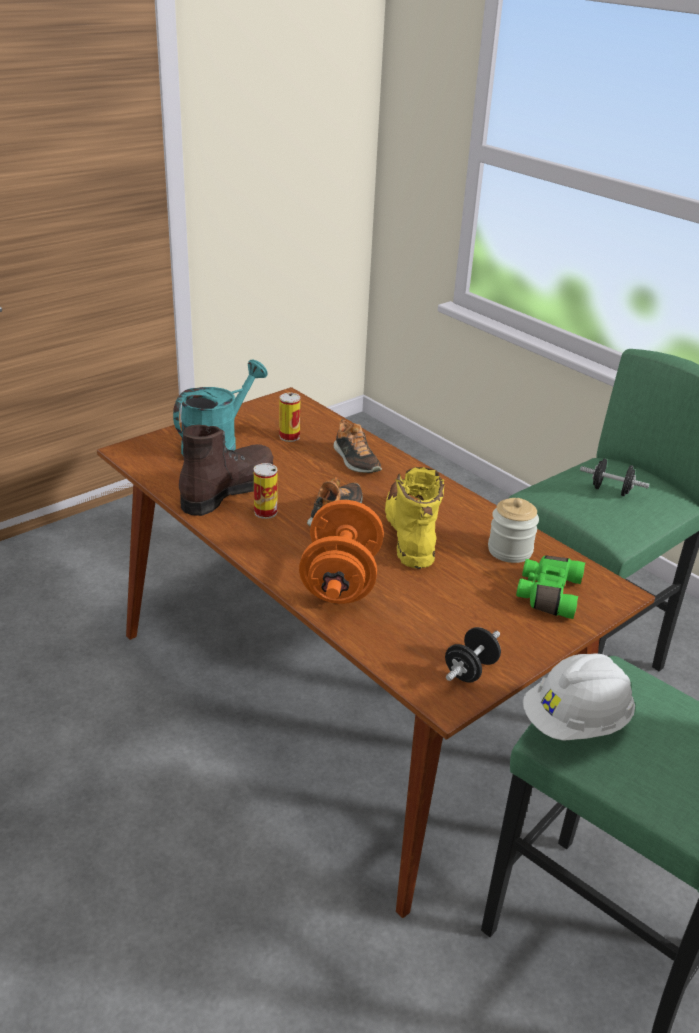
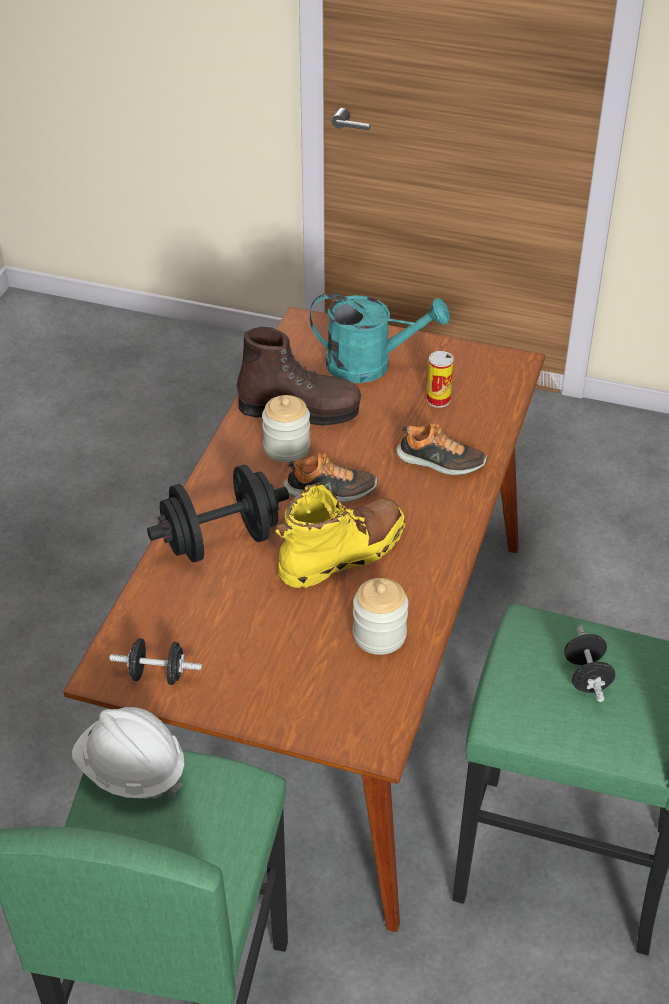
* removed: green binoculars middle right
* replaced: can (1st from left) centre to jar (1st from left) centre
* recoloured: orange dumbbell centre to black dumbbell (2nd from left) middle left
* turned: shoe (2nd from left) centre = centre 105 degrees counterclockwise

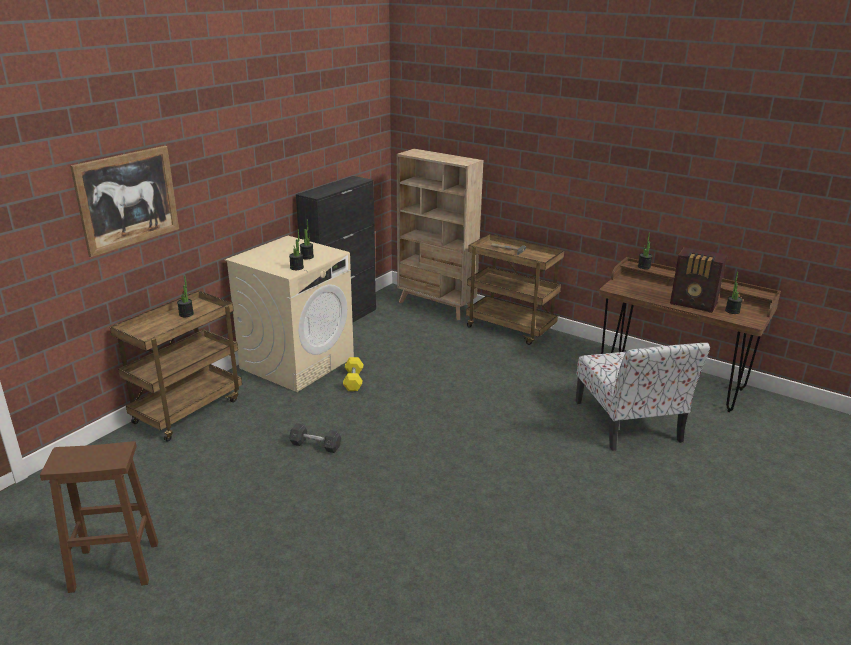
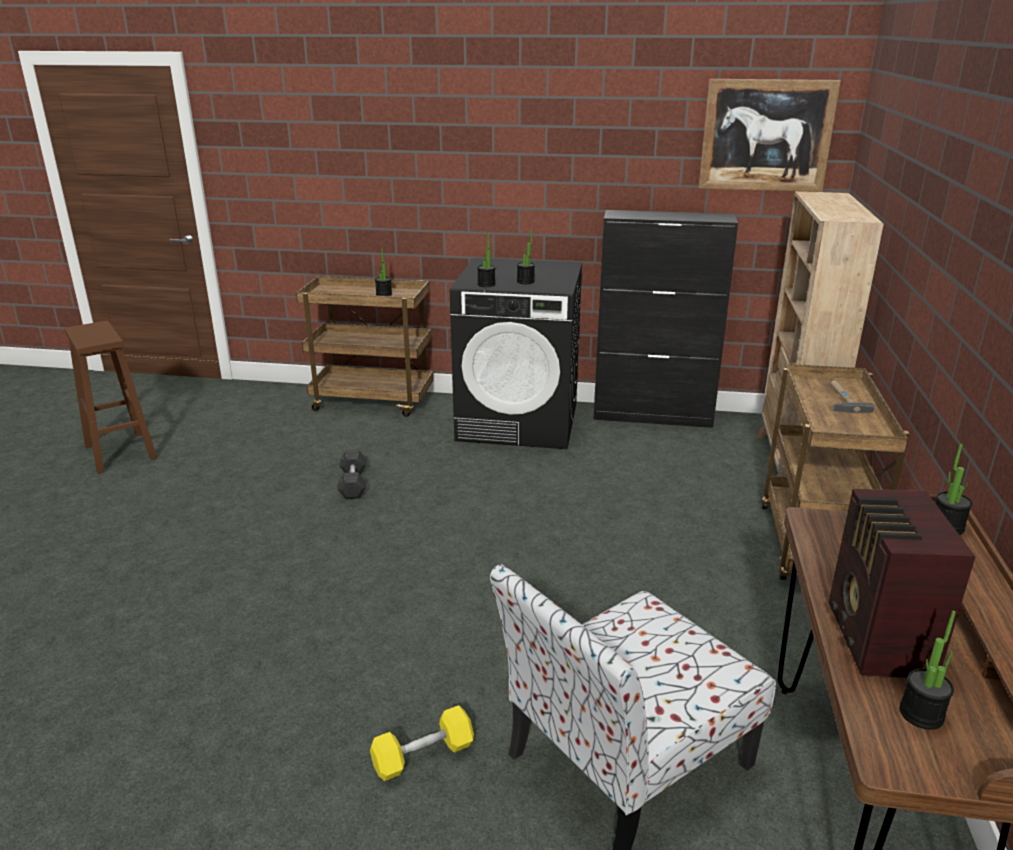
* moved: picture top left to top right
* moved: yellow dumbbell centre to bottom centre
* recoloured: beige washing machine centre to black washing machine centre

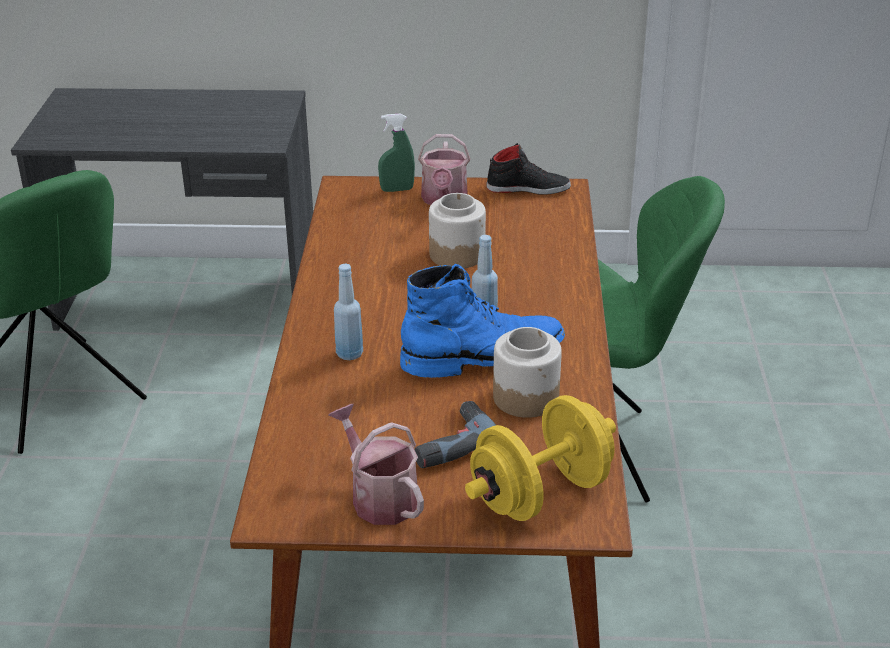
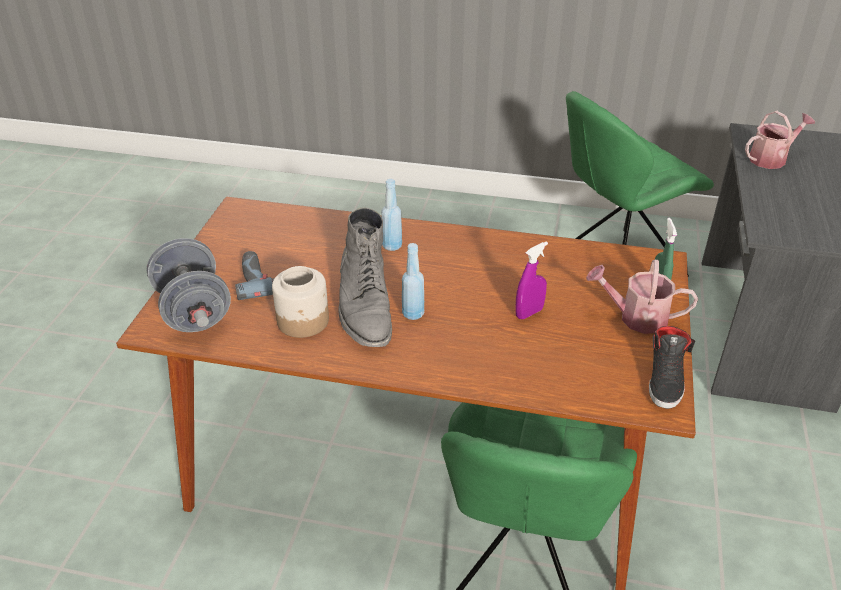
* moved: watering can (1st from left in the first image) bottom centre to watering can (2nd from left) top right
* replaced: jar (1st from left) centre to purple spray bottle centre
* recoloured: blue boot centre to grey boot centre
* recoloured: yellow dumbbell bottom centre to grey dumbbell middle left

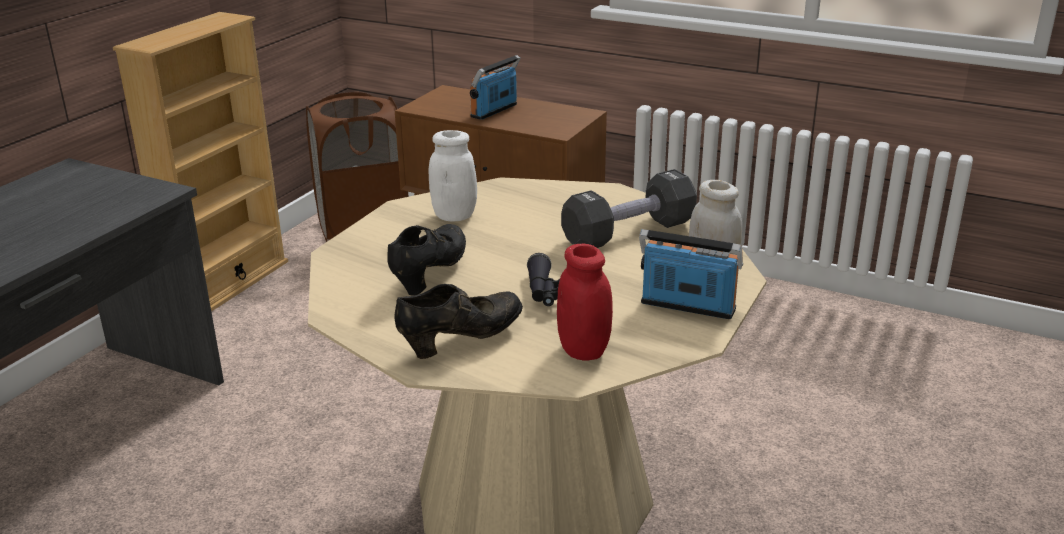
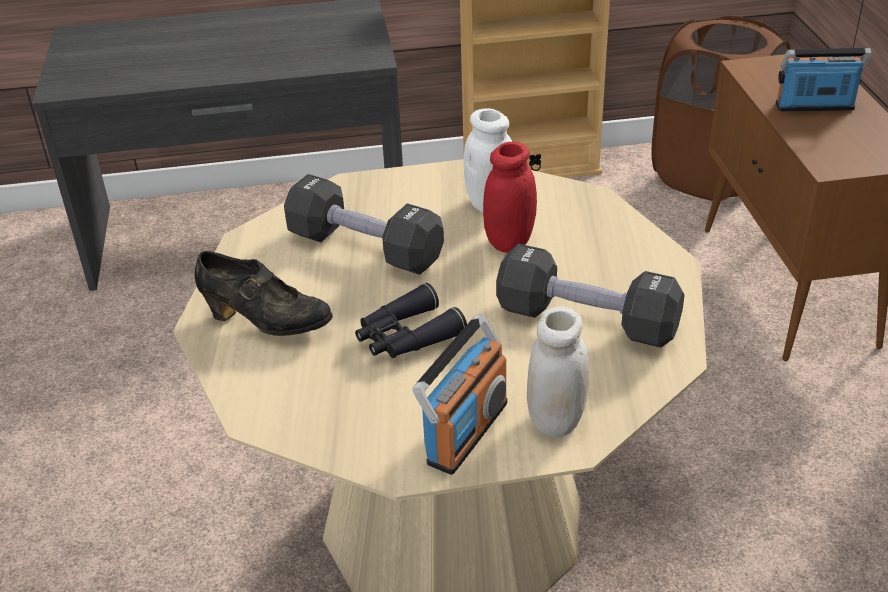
* moved: red jar centre to top centre
* replaced: black shoe (1st from left) centre to black dumbbell (1st from left) centre
* turned: radio (2nd from left in the first image) centre = centre 45 degrees clockwise

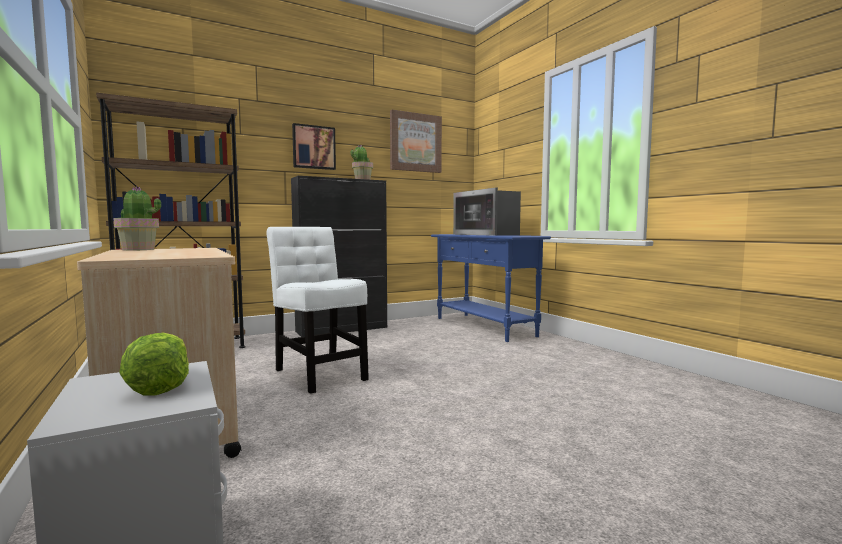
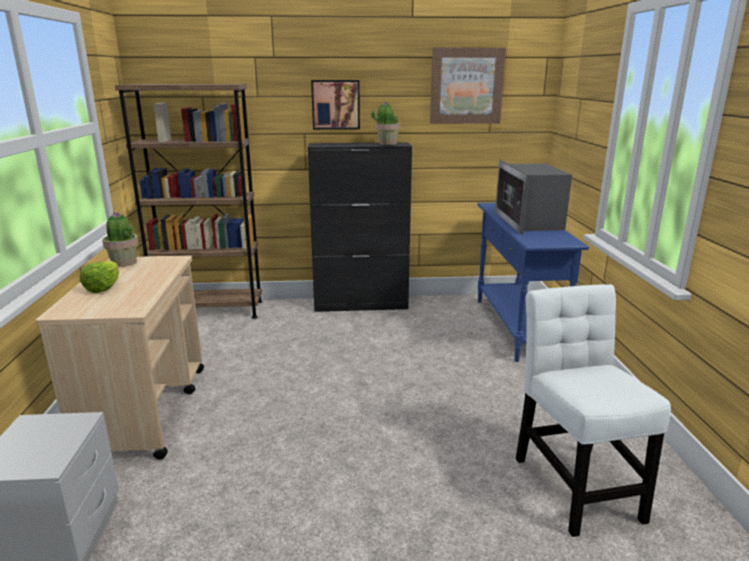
* moved: lettuce bottom left to middle left
* moved: white chair centre to bottom right

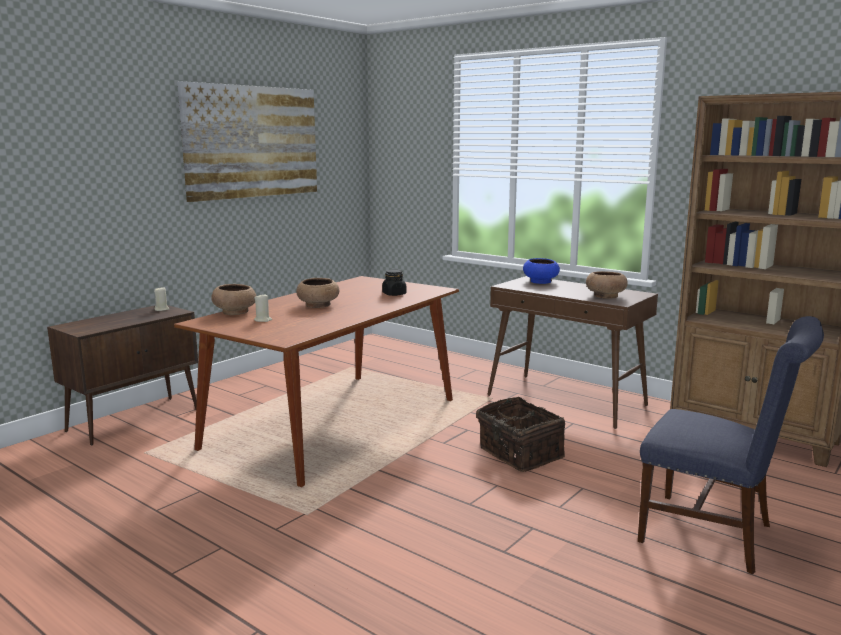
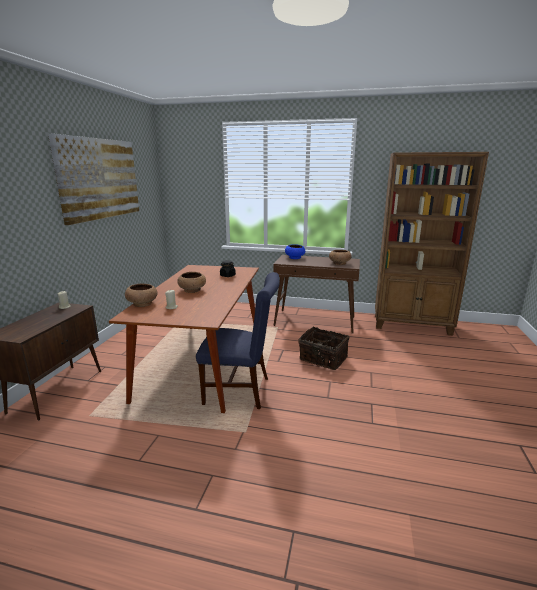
* moved: blue chair bottom right to centre

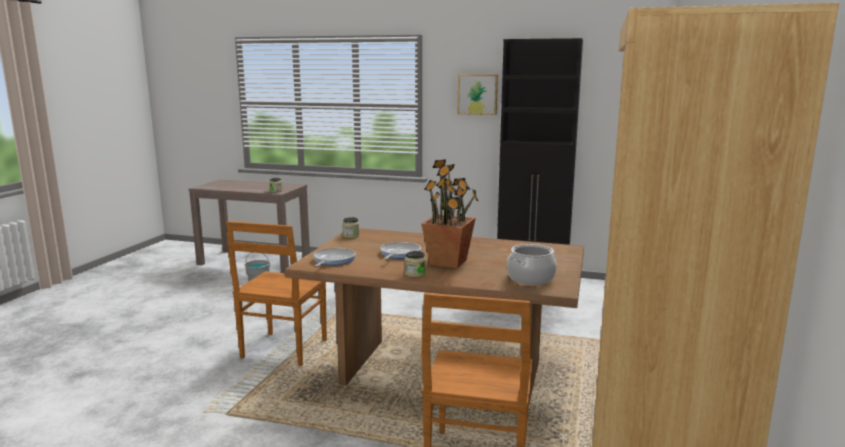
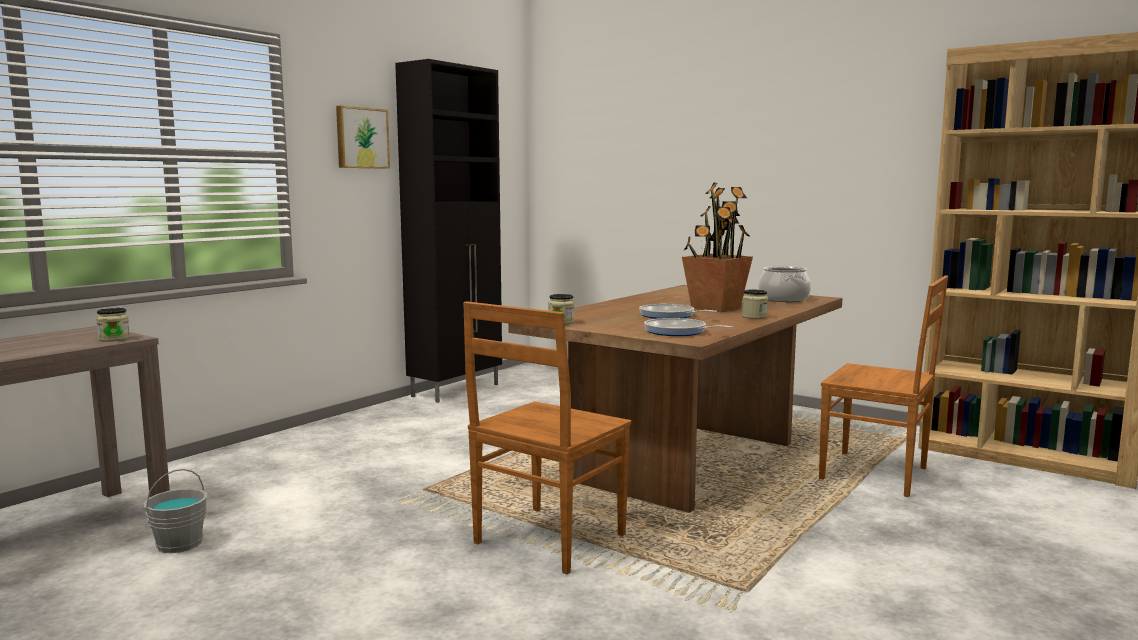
* turned: brown chair (1st from left) middle left = bottom centre 90 degrees clockwise

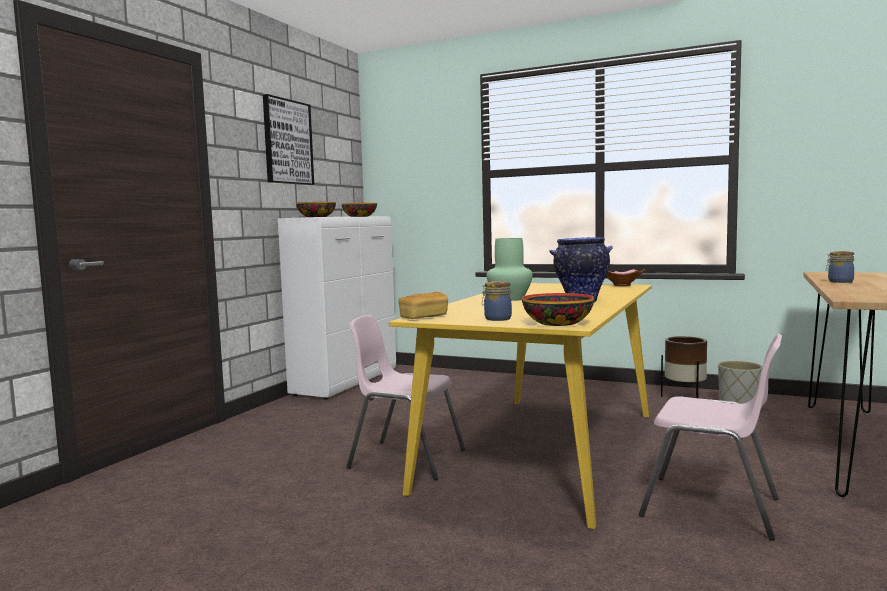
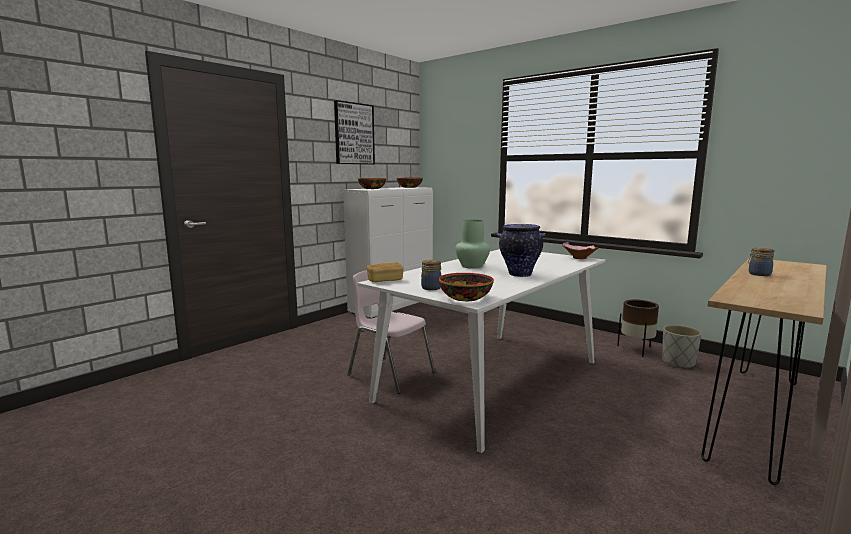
* removed: pink chair (2nd from left) bottom right
* recoloured: yellow dining table bottom centre to white dining table centre

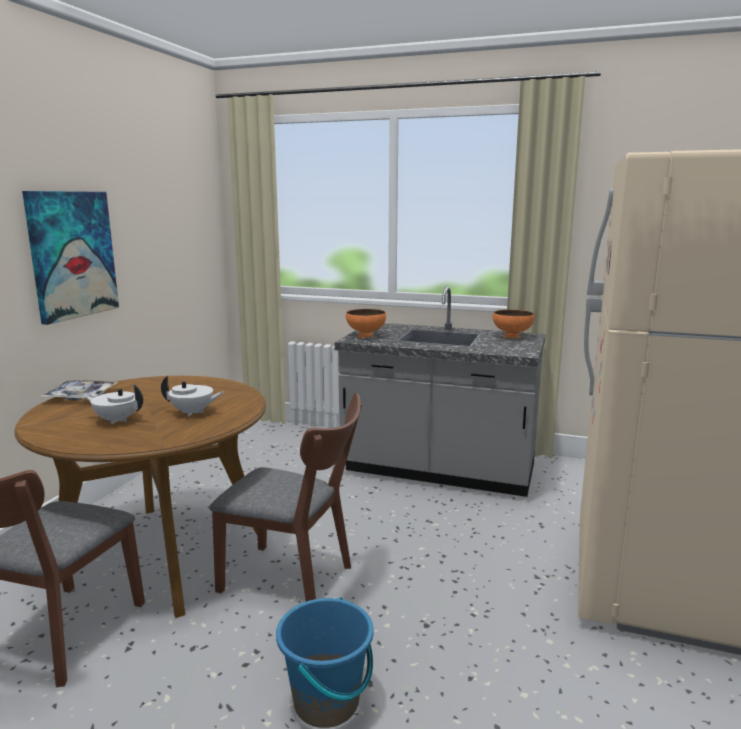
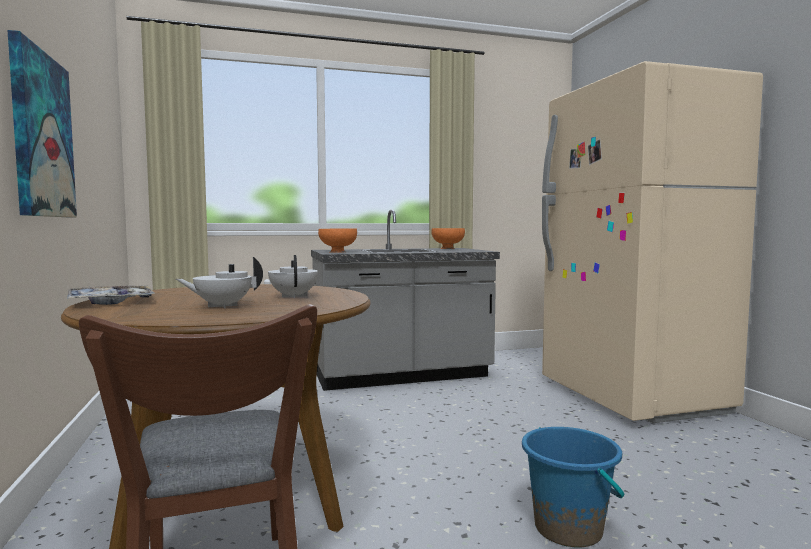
* removed: brown chair (2nd from left) bottom centre
* turned: white teapot (2nd from left) middle left = centre 75 degrees counterclockwise

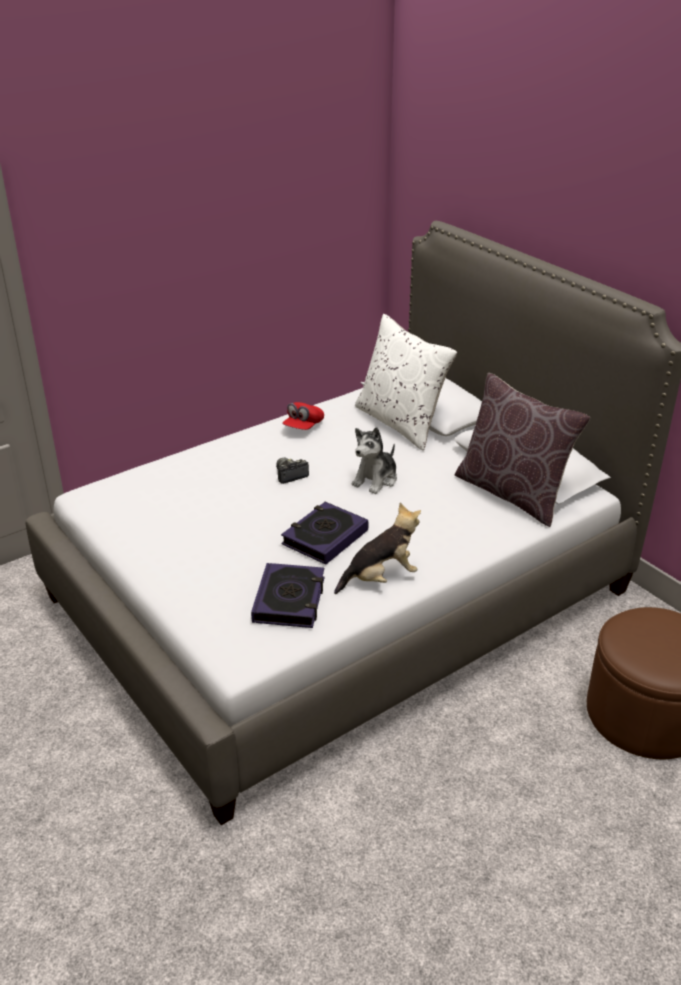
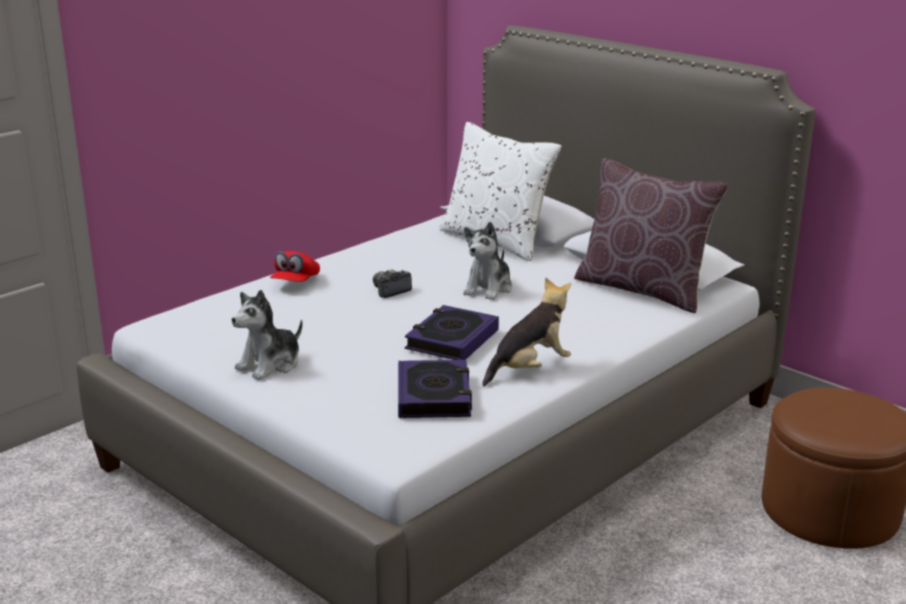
* added: plush toy (1st from left) middle left
* moved: red cap centre to middle left

